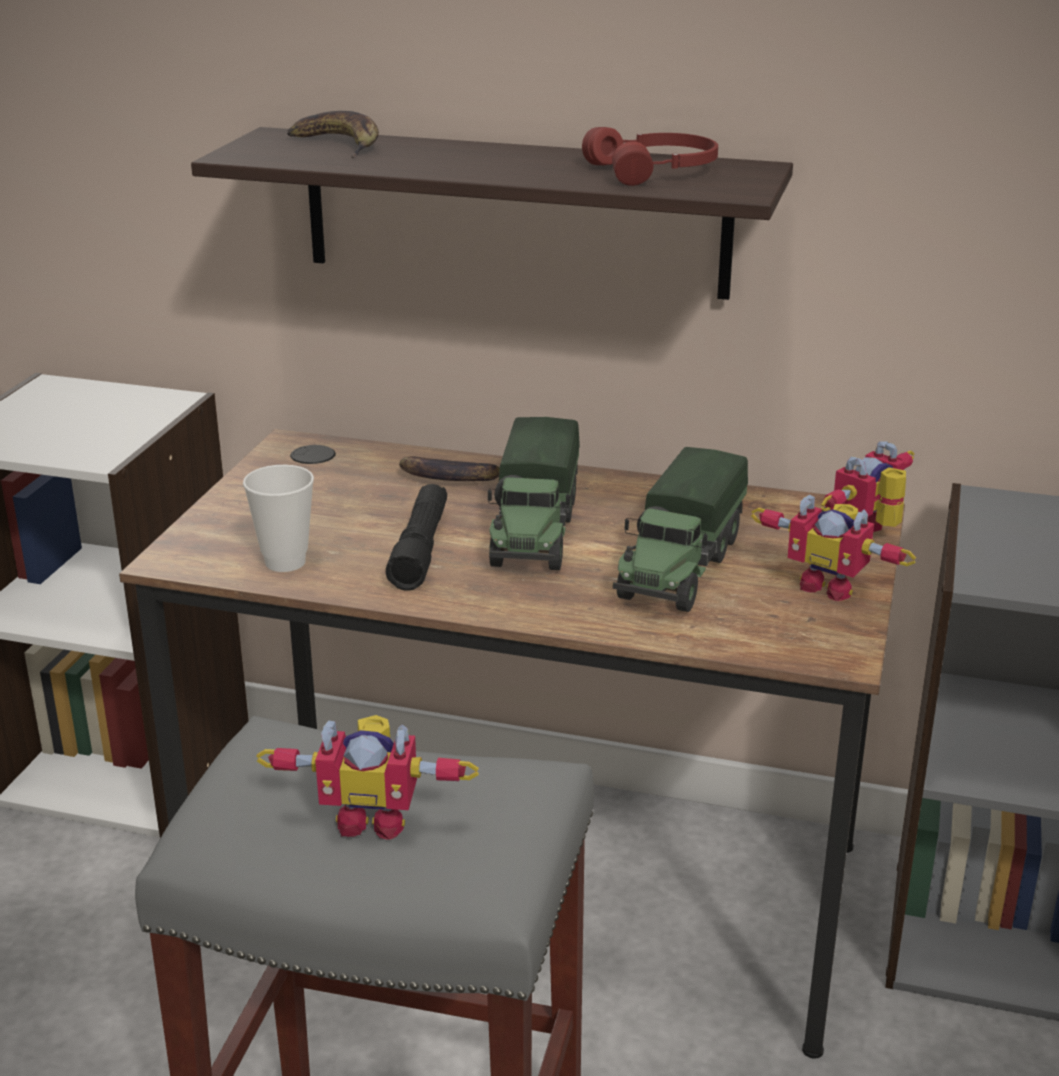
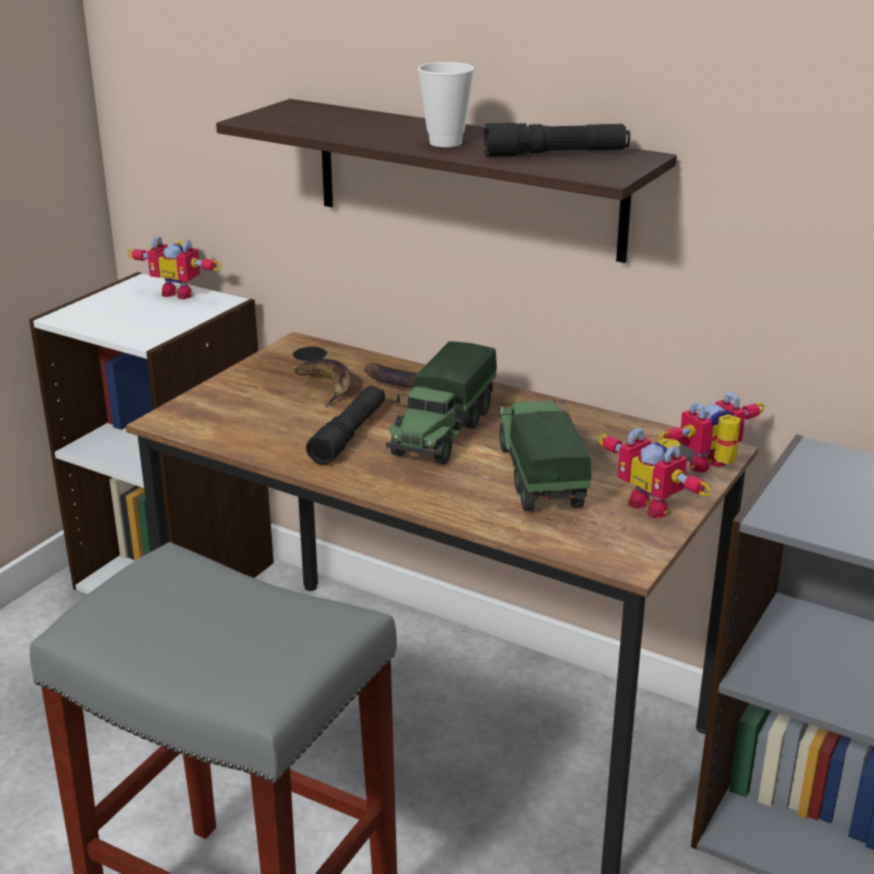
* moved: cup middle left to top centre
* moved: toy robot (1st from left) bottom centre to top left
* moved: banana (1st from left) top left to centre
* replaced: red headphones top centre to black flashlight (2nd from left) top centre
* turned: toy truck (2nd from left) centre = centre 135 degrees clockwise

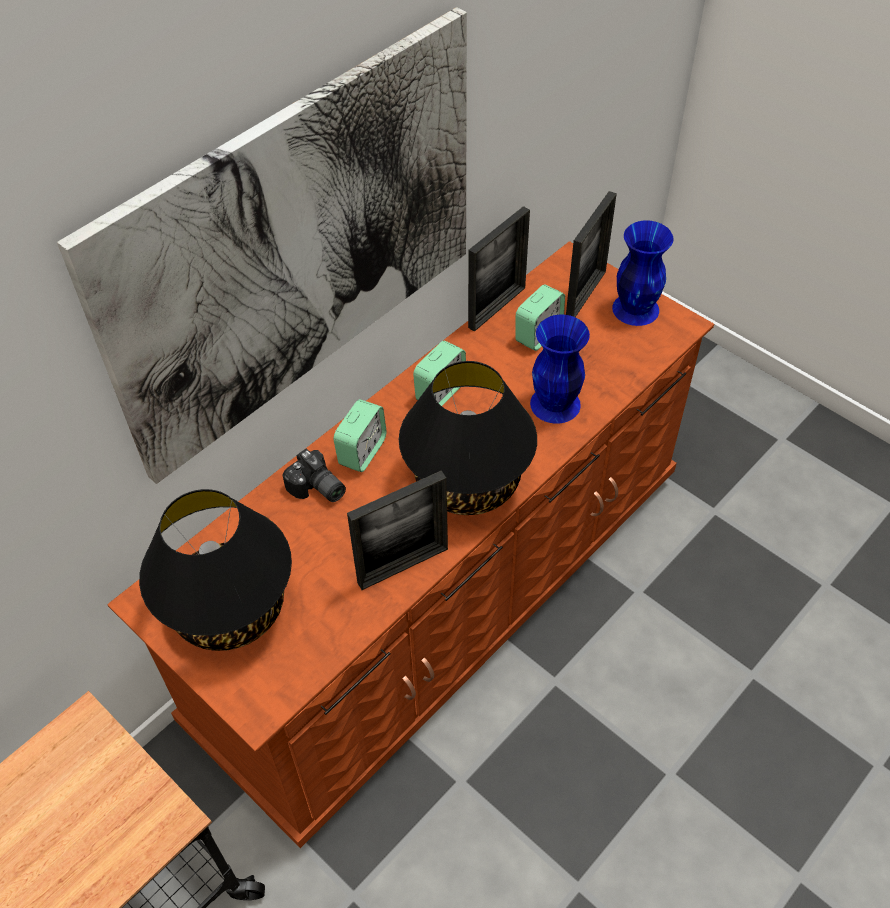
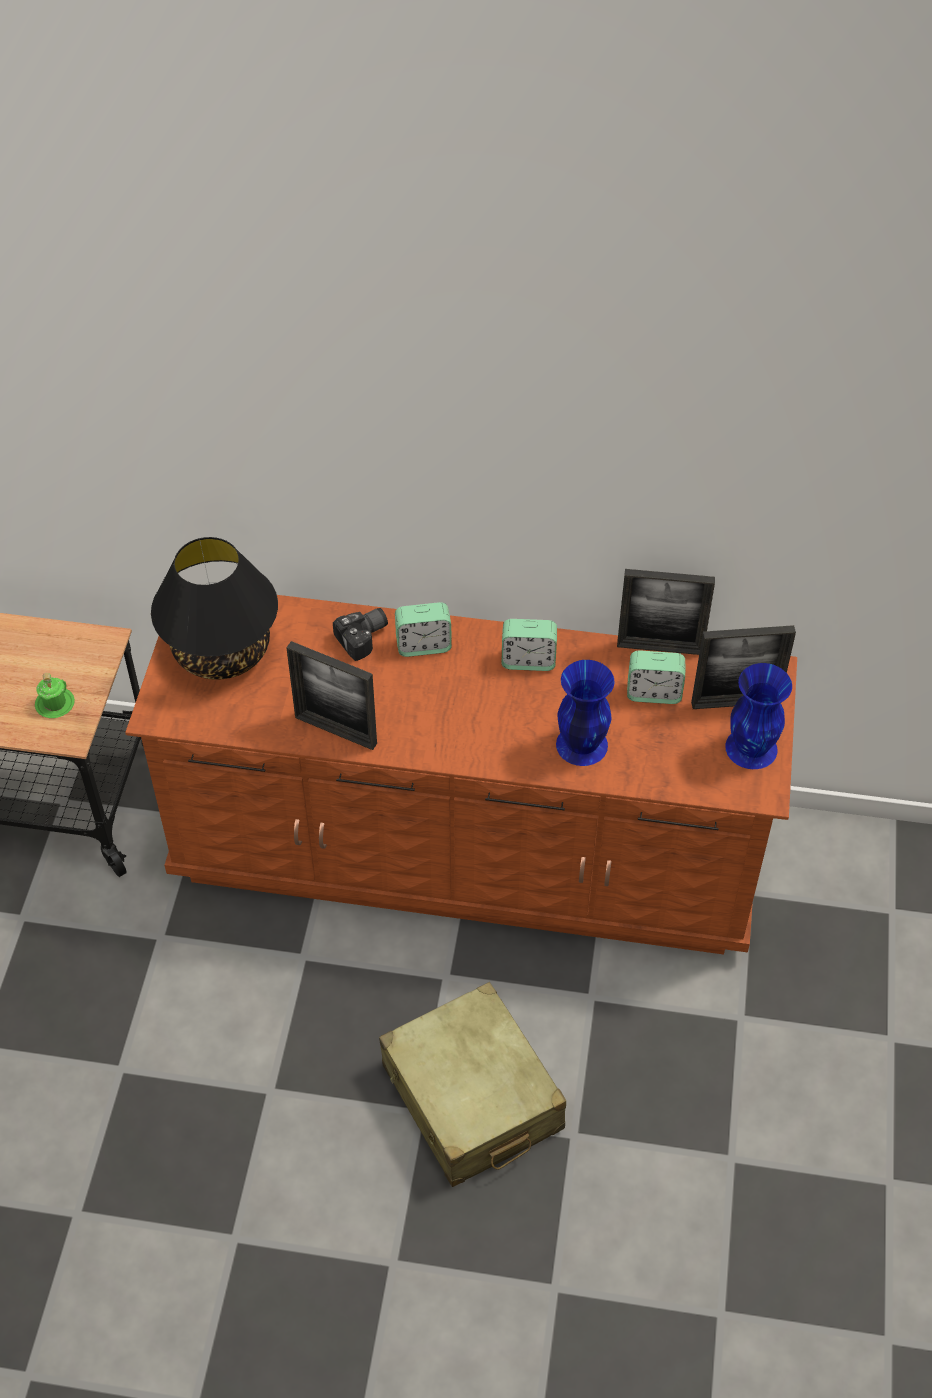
* removed: picture top left
* removed: black table lamp (2nd from left) centre
* added: green mug middle left
* added: beige suitcase bottom centre
* turned: photo camera centre = centre 135 degrees counterclockwise

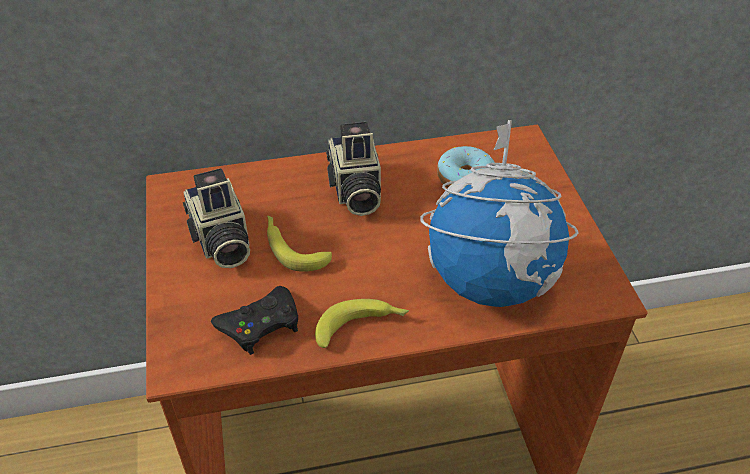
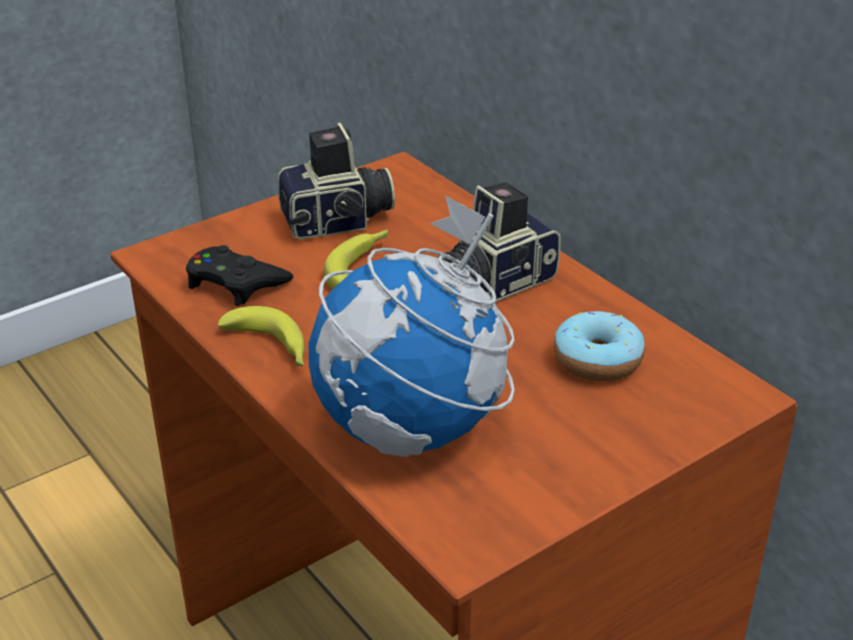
* turned: photo camera (1st from left) middle left = top centre 150 degrees counterclockwise

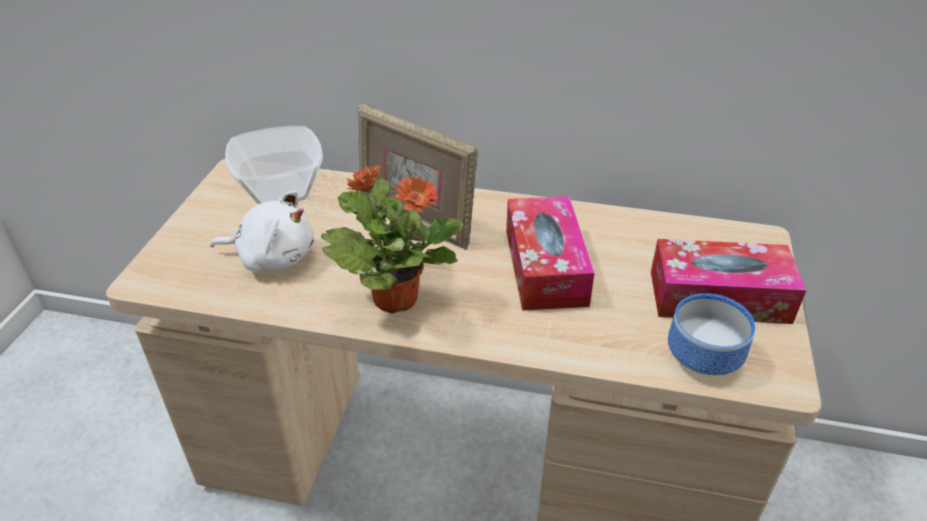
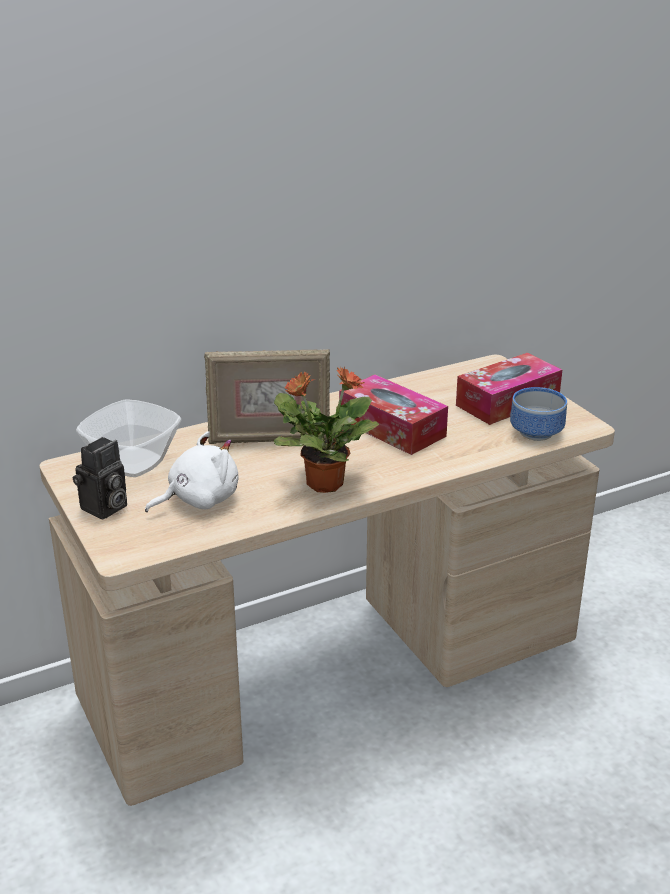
* added: photo camera middle left

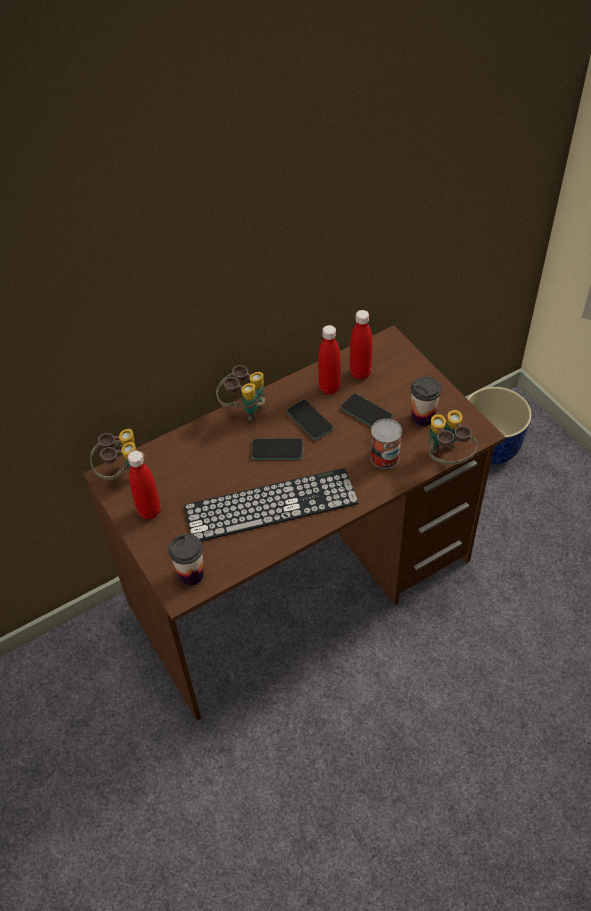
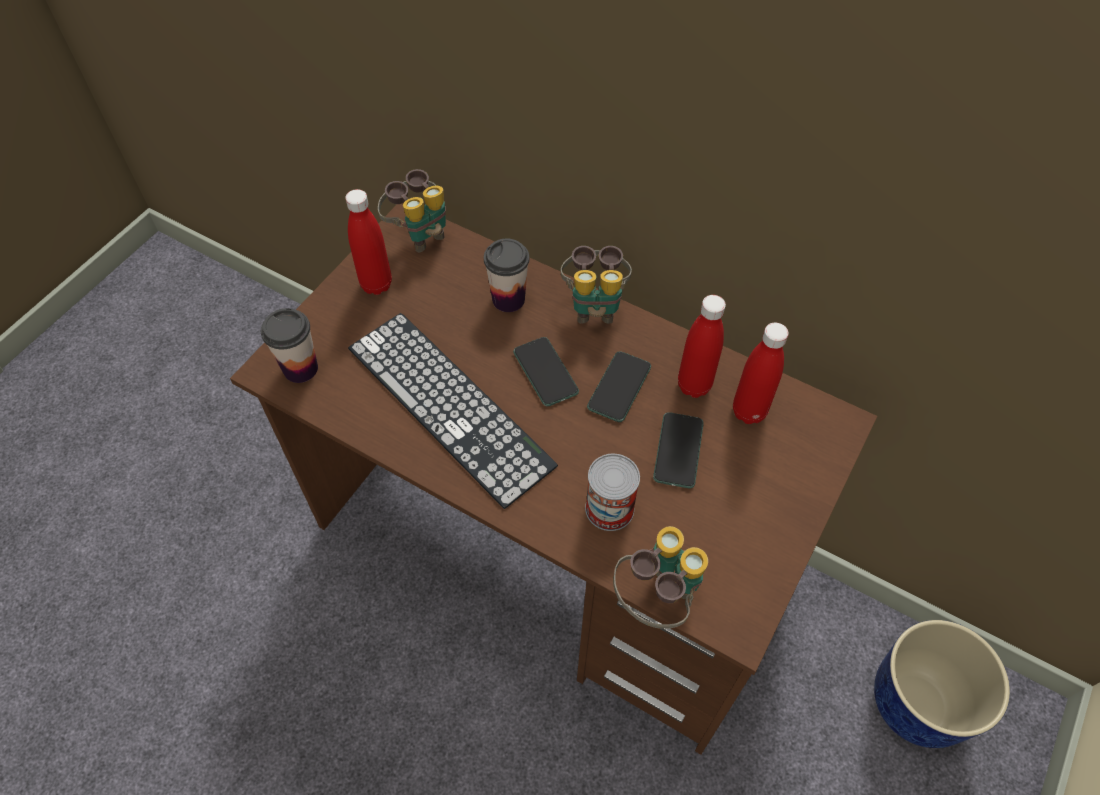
* moved: cup (2nd from left) middle right to centre

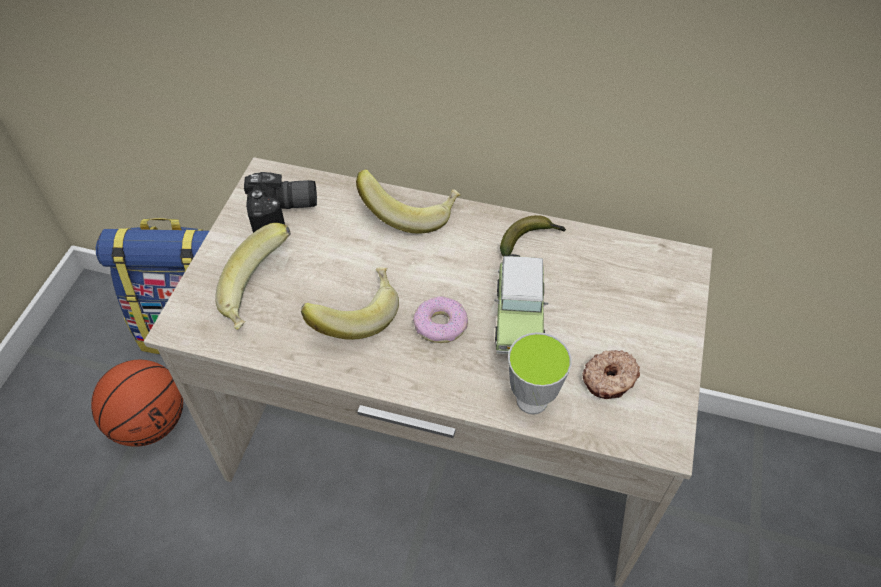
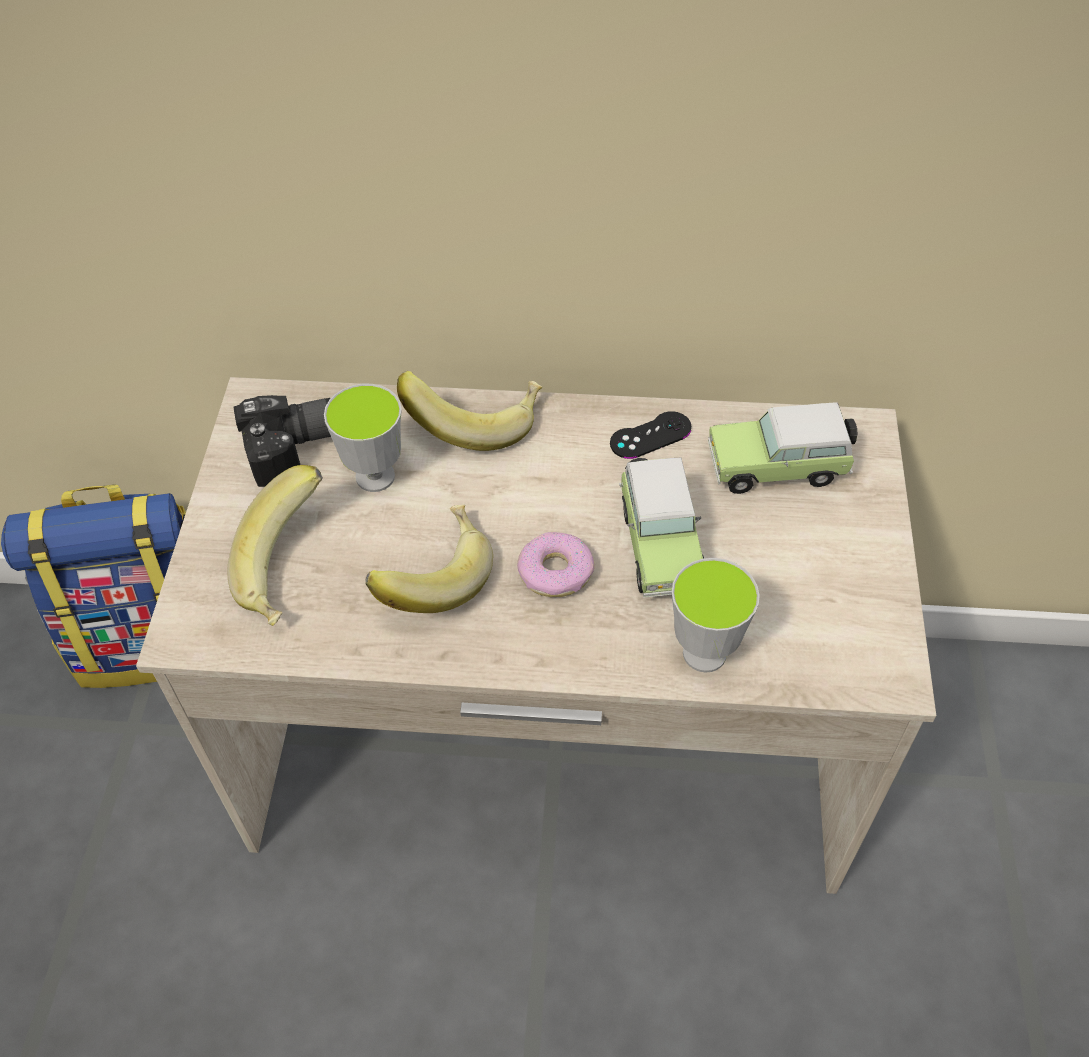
* removed: basketball bottom left
* removed: donut (2nd from left) middle right
* added: cup (1st from left) centre
* added: toy car (2nd from left) middle right
* replaced: banana (4th from left) centre to black game controller centre

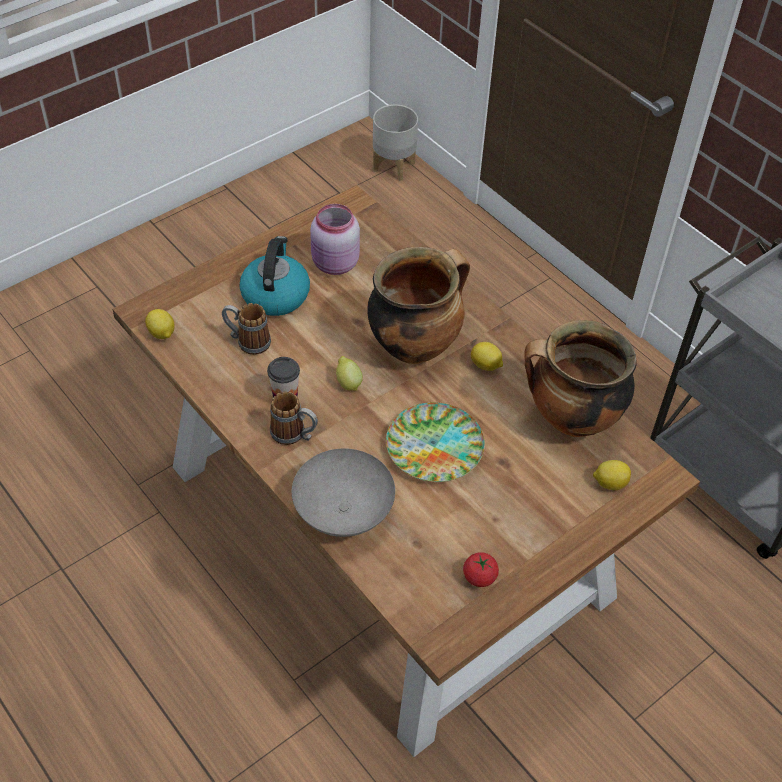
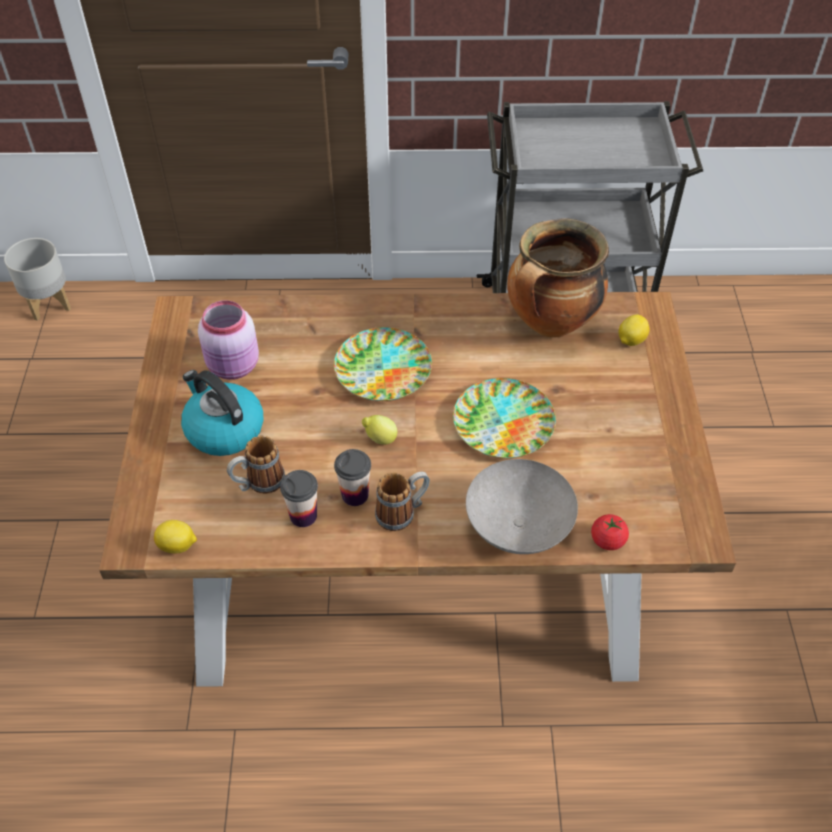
* removed: lemon (3rd from left) centre
* added: cup (1st from left) centre
* moved: tomato bottom centre to middle right
* replaced: cooking pot (1st from left) centre to plate (1st from left) centre

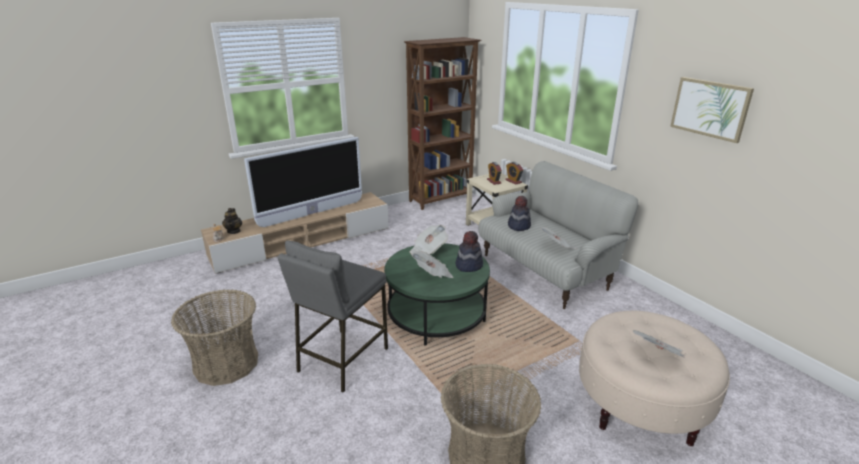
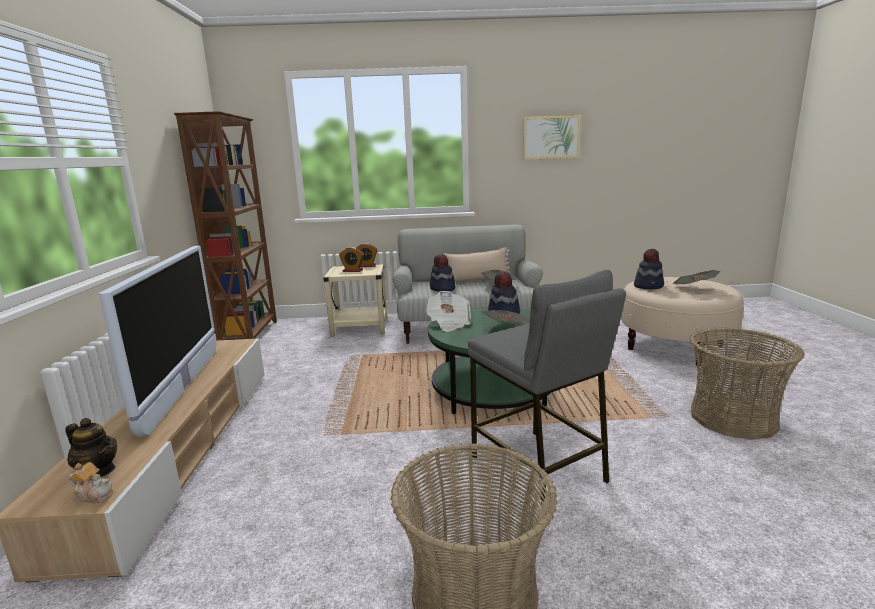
* added: beige pillow centre
* added: hat (3rd from left) middle right

